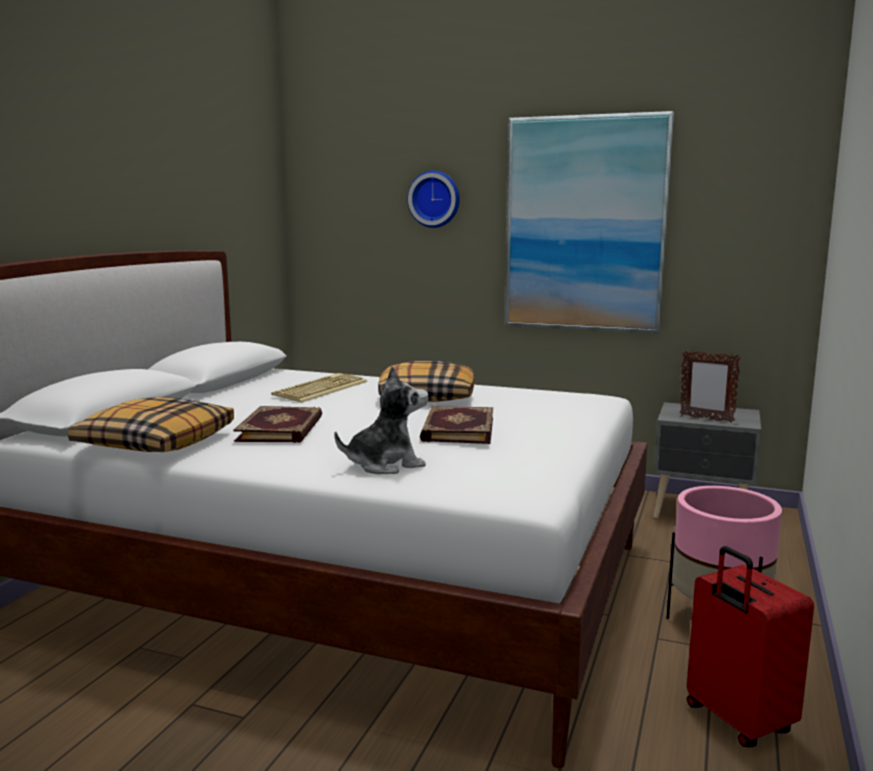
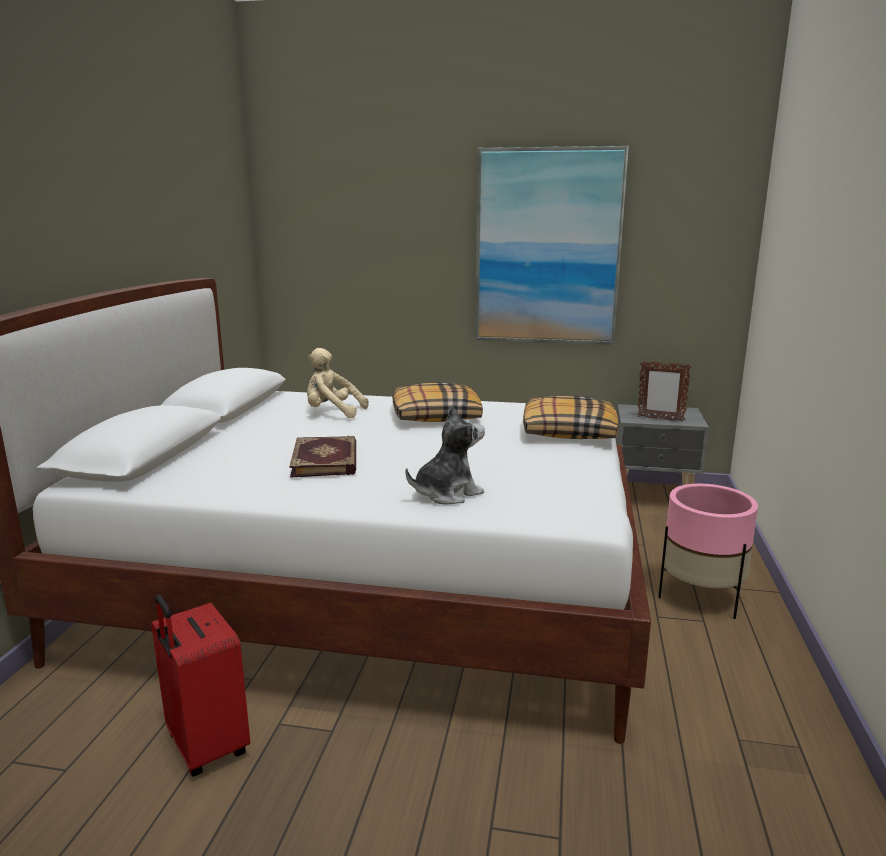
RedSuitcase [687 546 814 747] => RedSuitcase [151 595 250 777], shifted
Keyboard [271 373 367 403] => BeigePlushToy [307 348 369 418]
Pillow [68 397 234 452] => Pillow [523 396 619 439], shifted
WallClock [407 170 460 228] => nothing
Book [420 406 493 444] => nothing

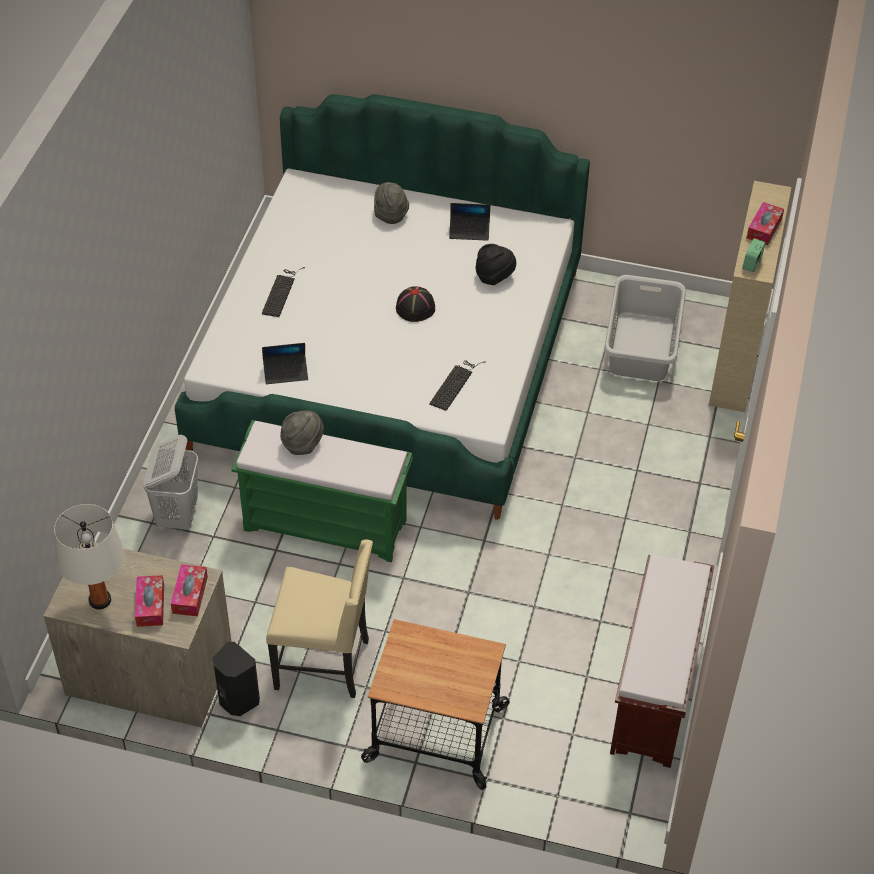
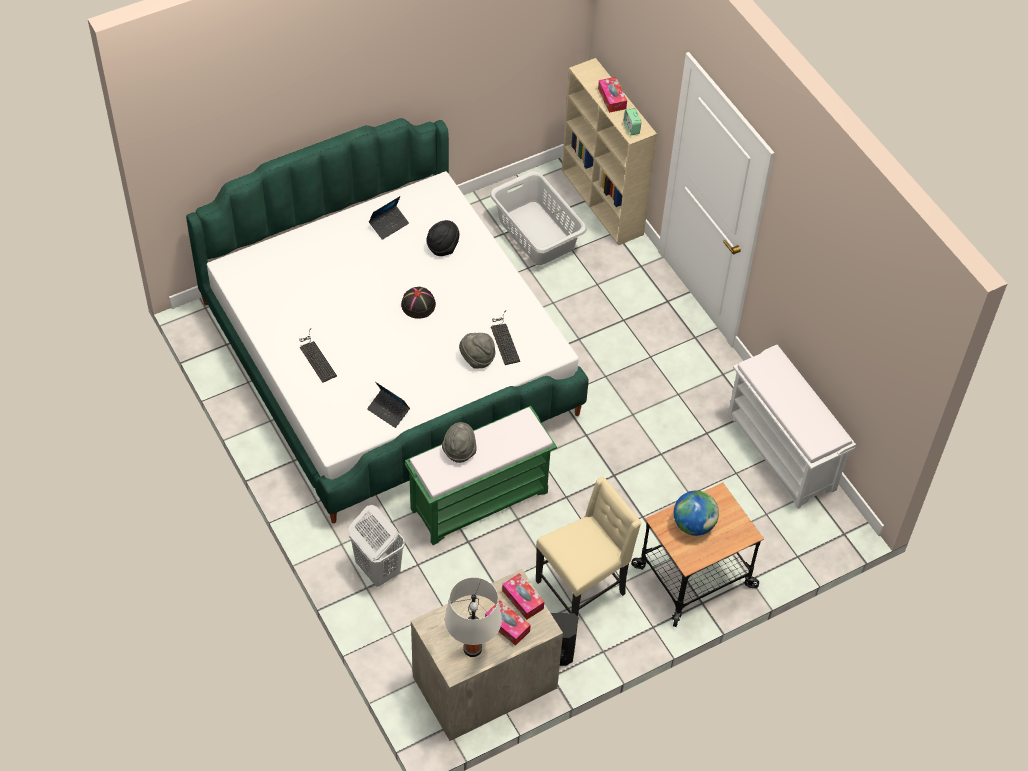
Laptop [262 343 308 384] => Laptop [367 382 410 428], 90 degrees clockwise
GreyHat [374 182 409 224] => GreyHat [459 333 495 368], shifted
nothing => Globe [674 490 719 536]
BrownBench [610 554 714 768] => WhiteBench [727 345 856 509]

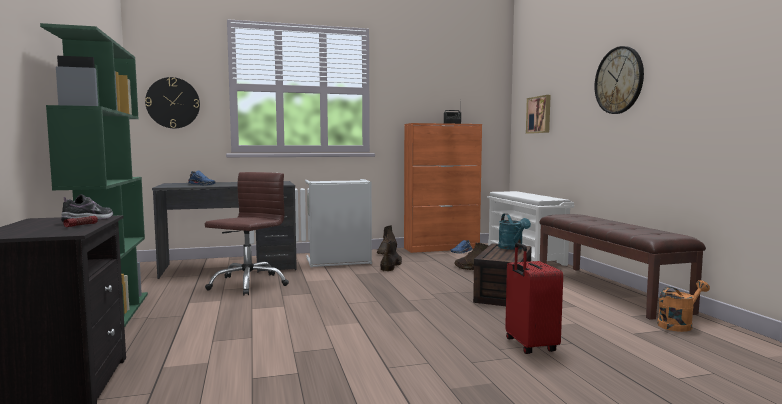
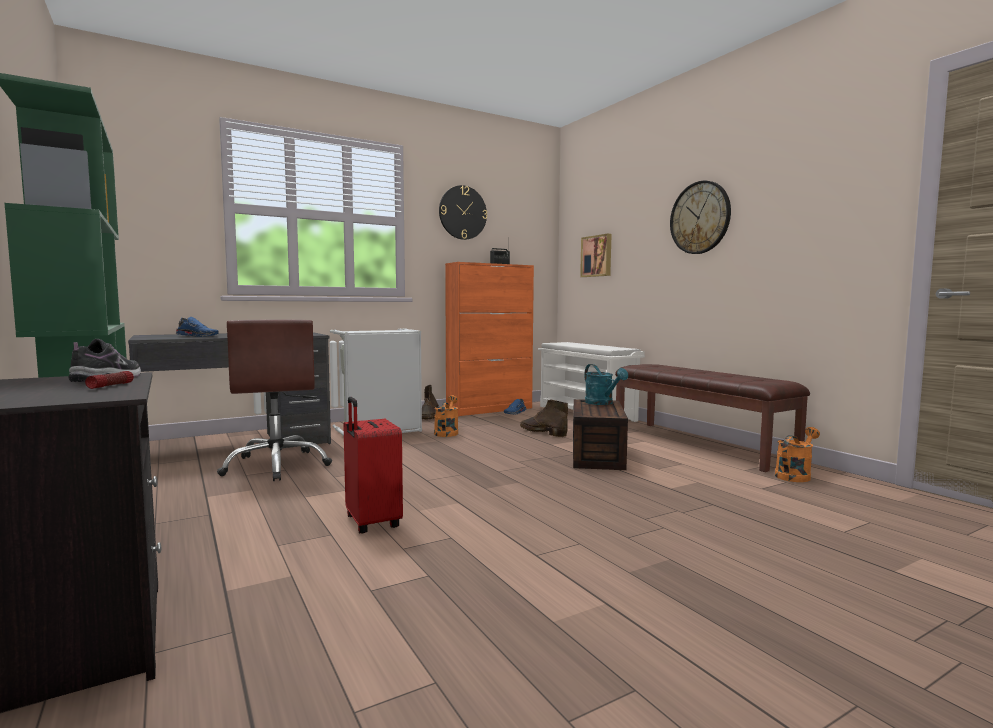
BrownOfficeChair [205 172 289 296] => BrownOfficeChair [217 320 332 481], 150 degrees clockwise
RedSuitcase [505 243 563 354] => RedSuitcase [343 397 403 534], shifted
BrownBoot [380 239 402 271] => OrangeWateringCan [434 395 458 437]
WallClock [145 77 200 129] => WallClock [439 185 487 240], shifted

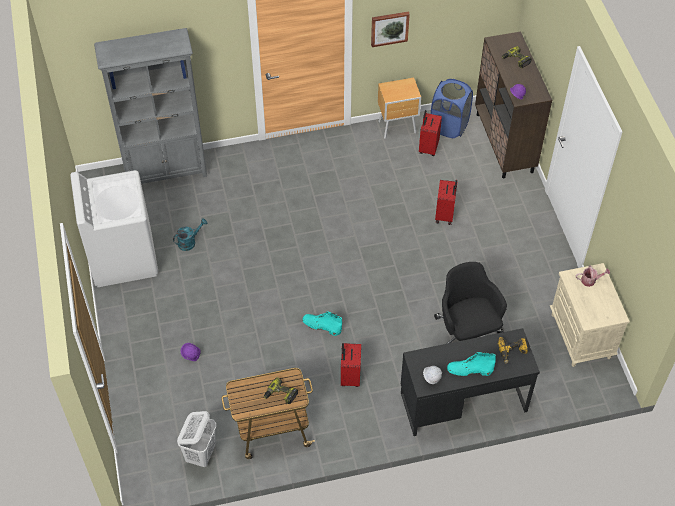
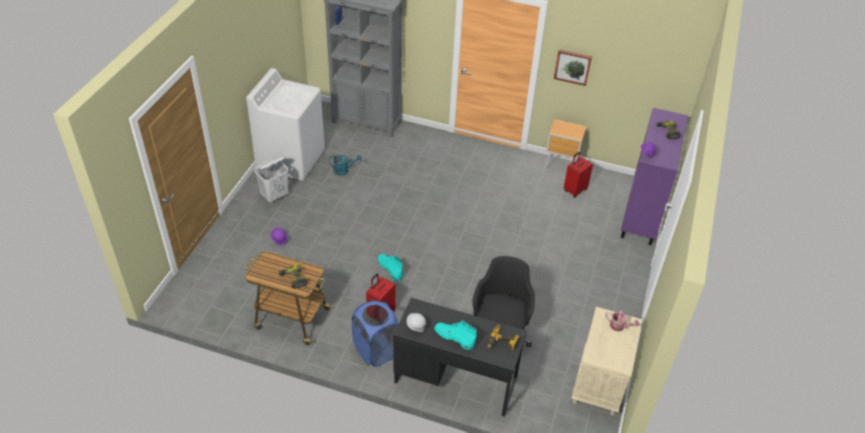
WhiteLaundryBasket [177 411 217 467] => WhiteLaundryBasket [254 156 288 203], shifted
BlueLaundryBasket [431 79 473 138] => BlueLaundryBasket [352 300 398 367], shifted
BrownCabinet [475 31 552 179] => PurpleCabinet [621 108 688 245]
RedSuitcase [435 180 457 225] => nothing

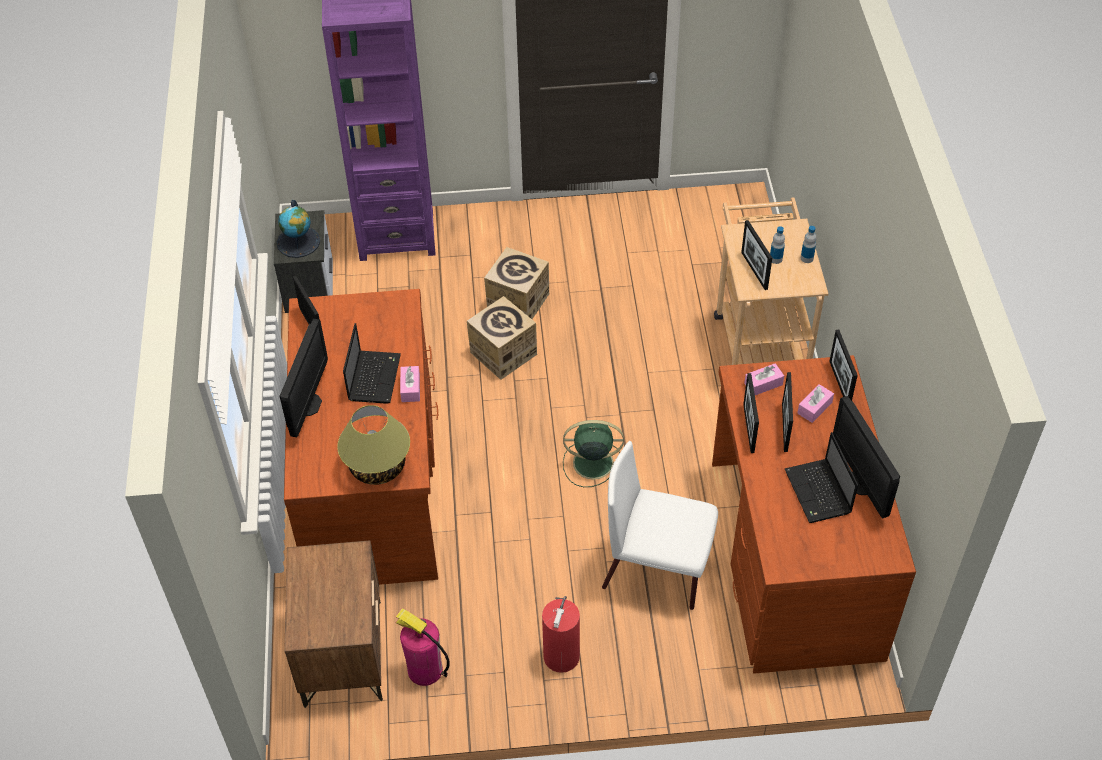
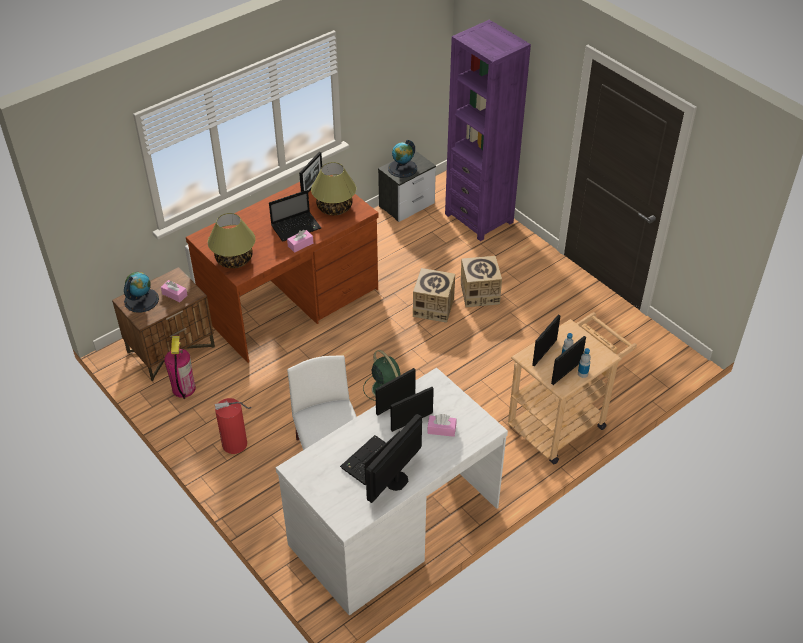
nothing => Globe [124 272 159 312]
PinkTissueBox [744 363 784 395] => PinkTissueBox [161 280 187 302], shifted
BrownDesk [712 355 916 674] => WhiteDesk [276 368 508 615]
nothing => TableLamp [311 162 356 215]
PictureFrame [829 329 858 401] => PictureFrame [551 336 586 385], shifted
Monitor [280 319 328 437] => nothing

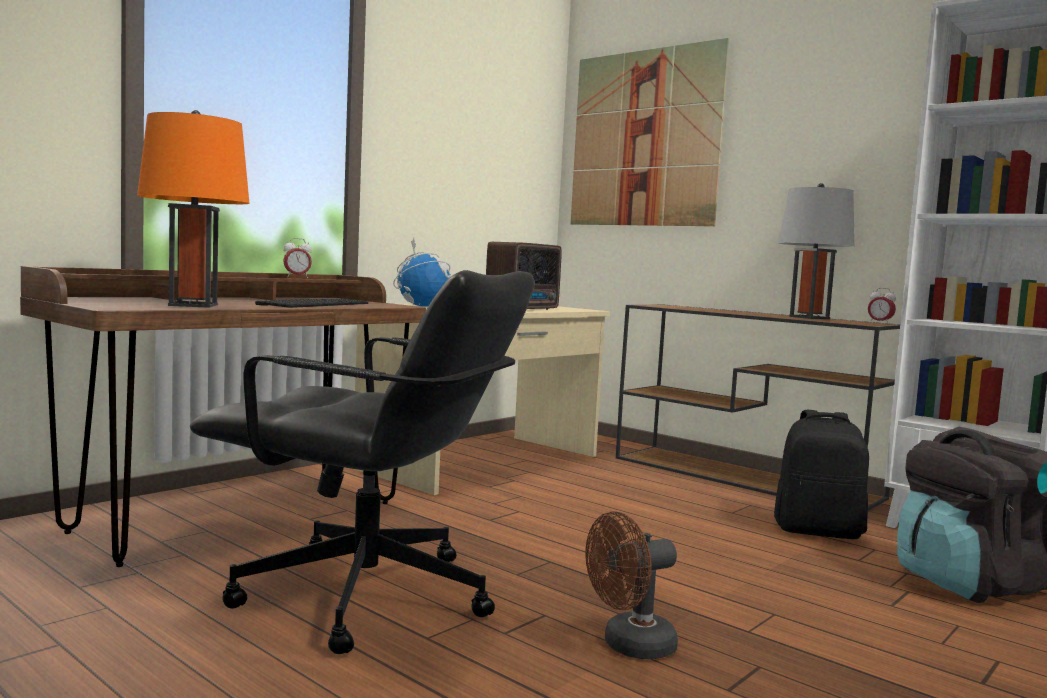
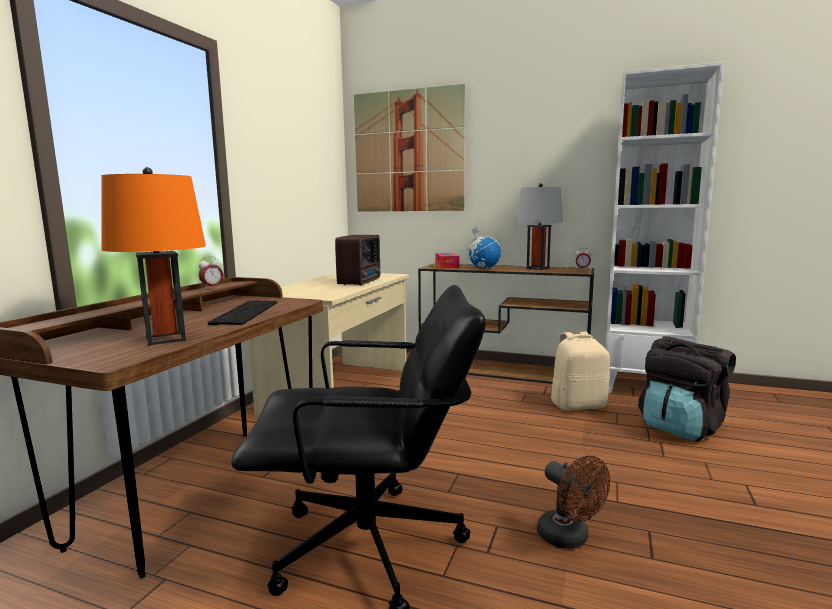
nothing => TissueBox [435 253 459 269]
Globe [393 238 451 307] => Globe [467 227 501 269], shifted
BrownFan [585 512 678 659] => BrownFan [537 455 610 549], 75 degrees counterclockwise
BlackBackpack [774 410 869 539] => BeigeBackpack [551 331 610 411]

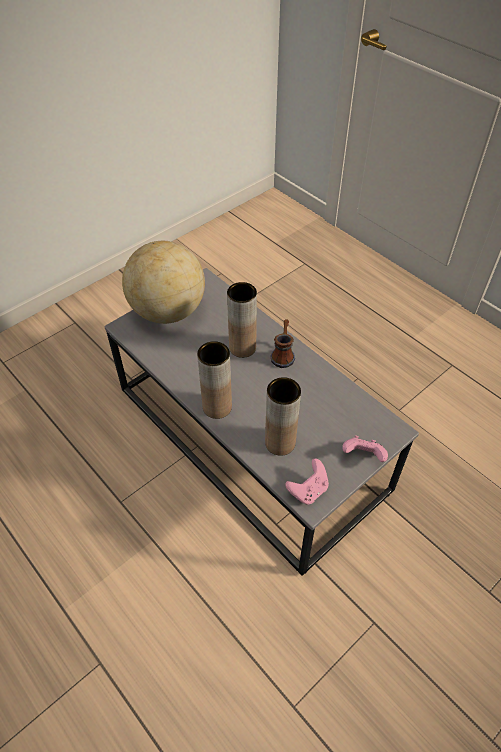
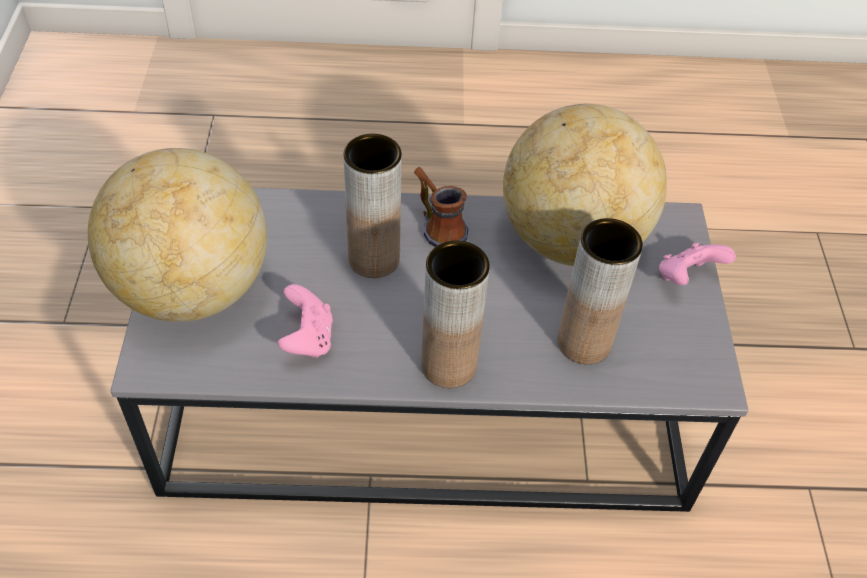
PinkGameController [285 459 329 505] => PinkGameController [278 284 333 358], shifted
nothing => Globe [503 104 667 266]

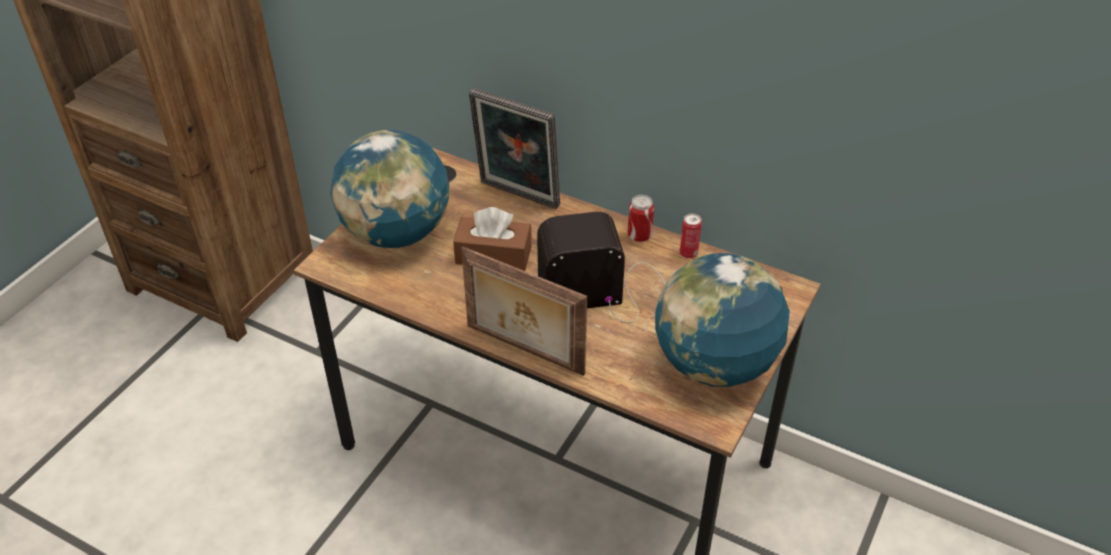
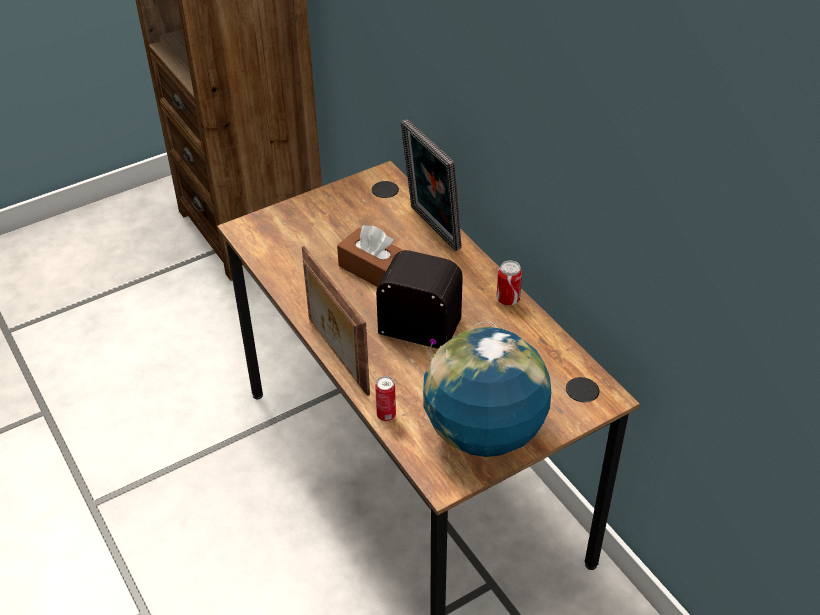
Can [680 213 702 259] => Can [375 376 396 421], shifted
Globe [330 130 449 248] => nothing

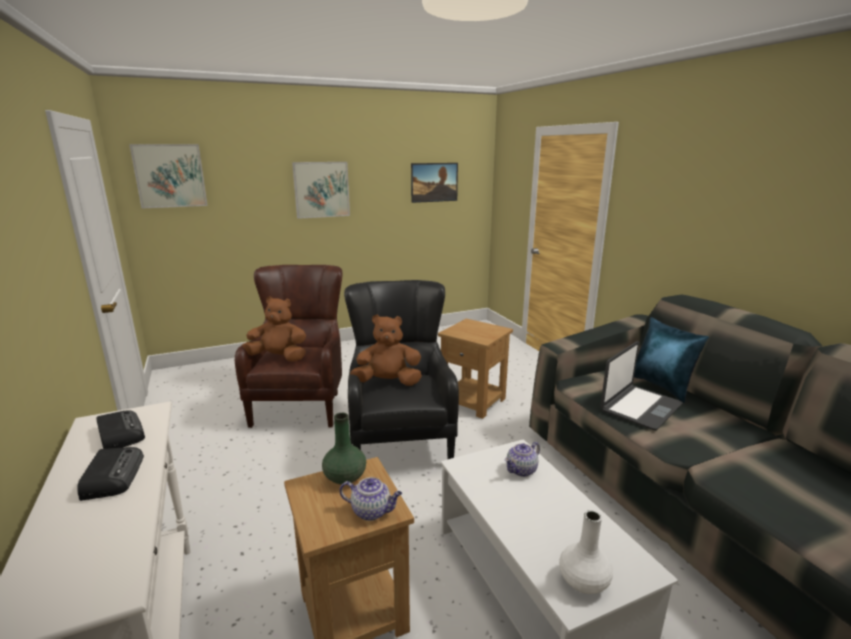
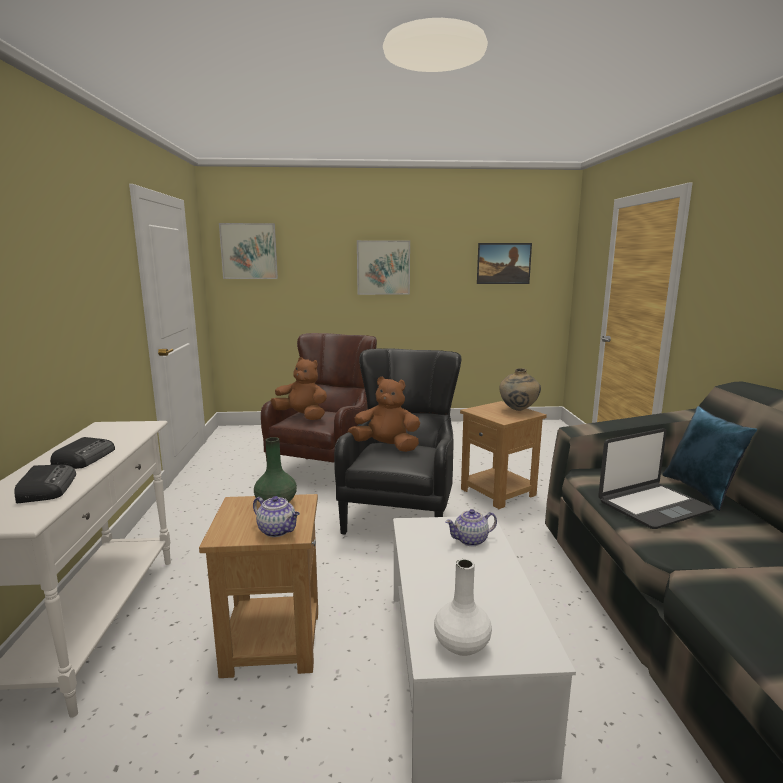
Radio [97 410 145 449] => Radio [15 465 76 504], shifted
nothing => BeigeVase [499 368 541 411]

